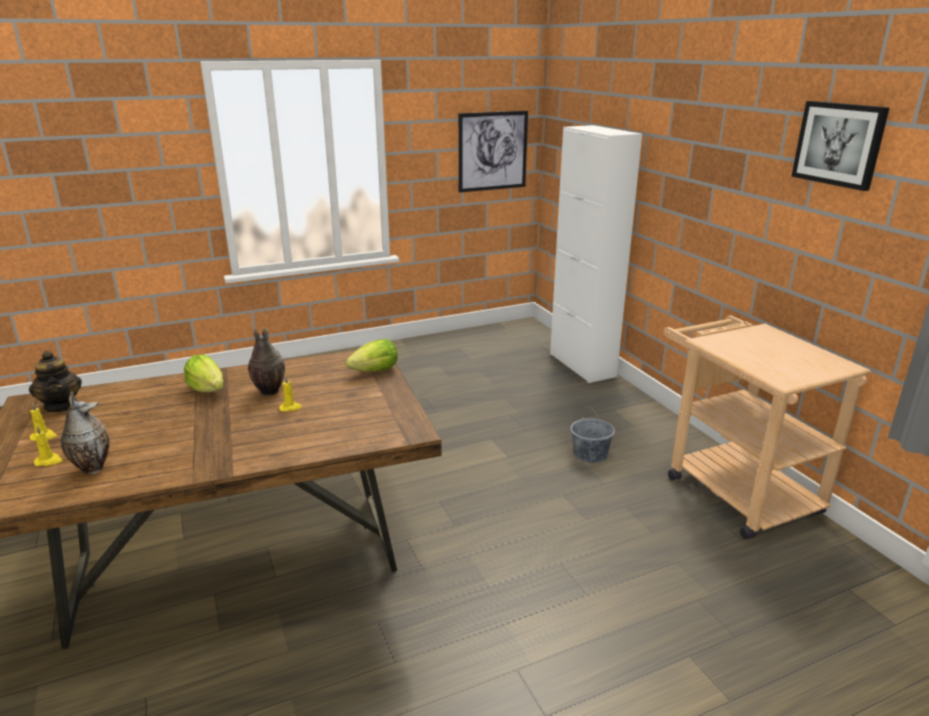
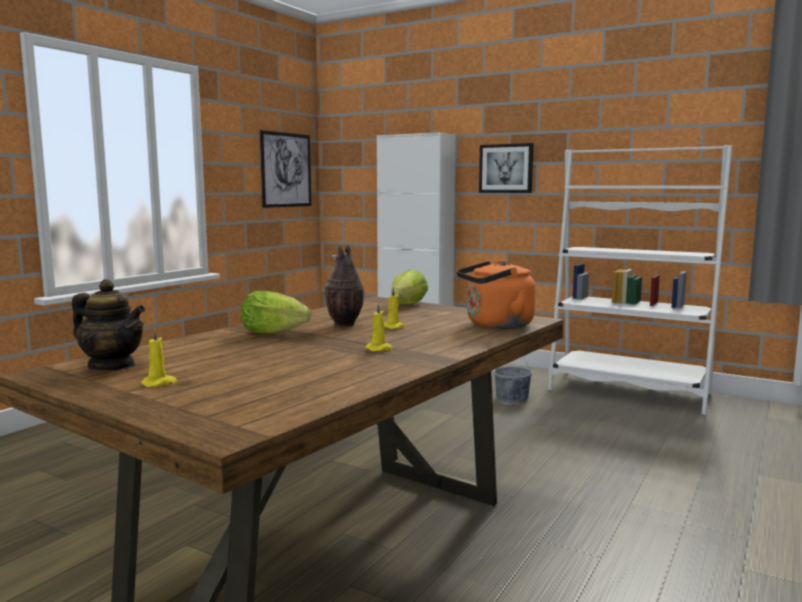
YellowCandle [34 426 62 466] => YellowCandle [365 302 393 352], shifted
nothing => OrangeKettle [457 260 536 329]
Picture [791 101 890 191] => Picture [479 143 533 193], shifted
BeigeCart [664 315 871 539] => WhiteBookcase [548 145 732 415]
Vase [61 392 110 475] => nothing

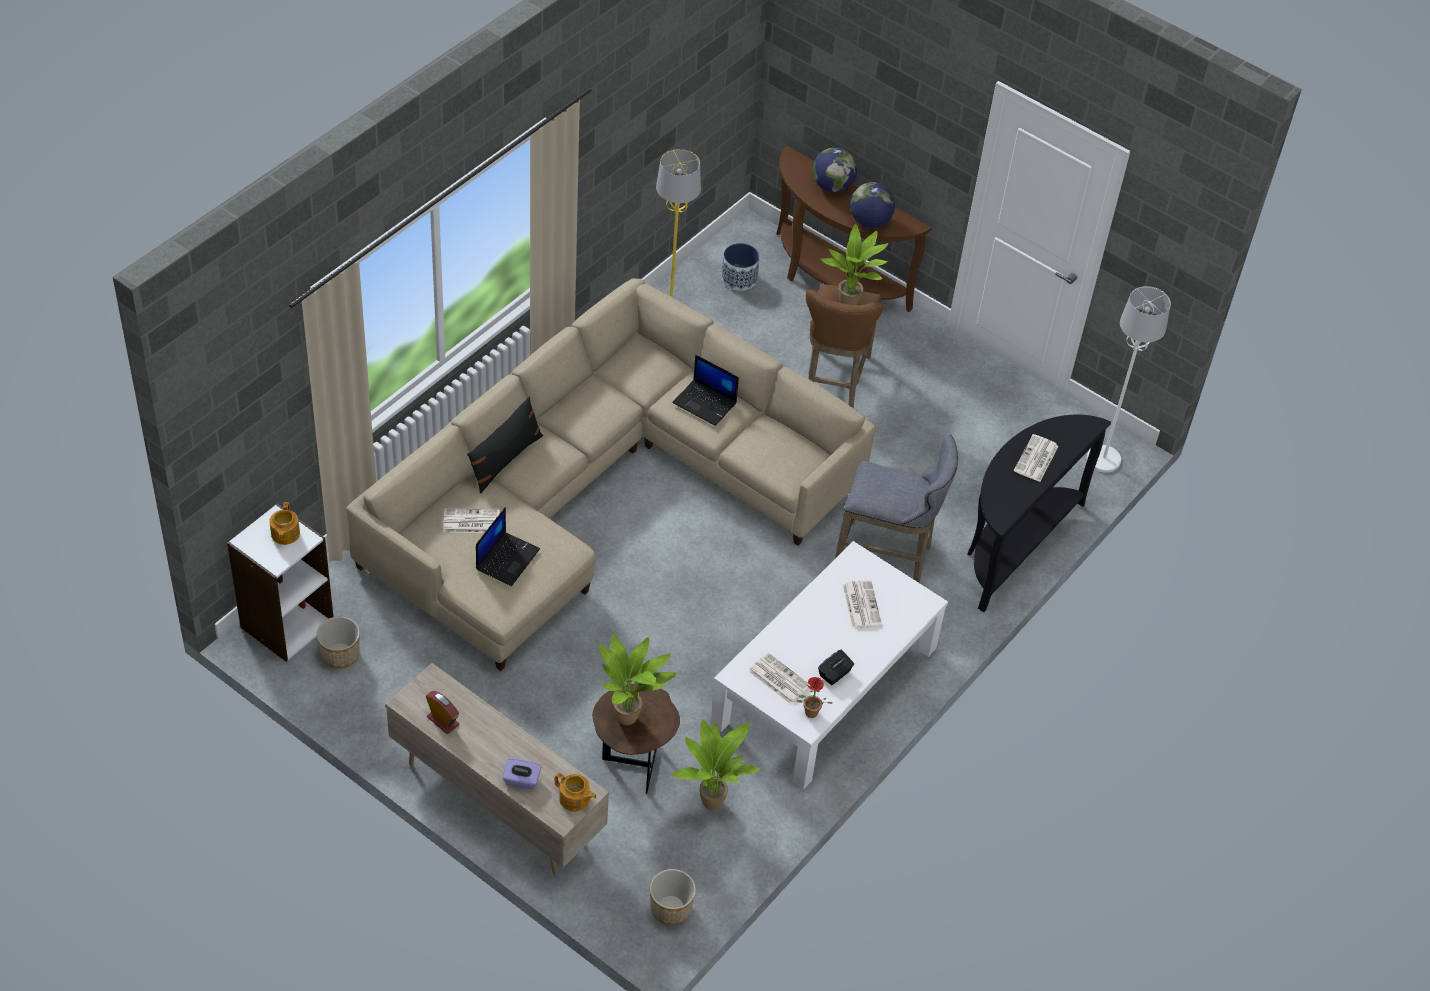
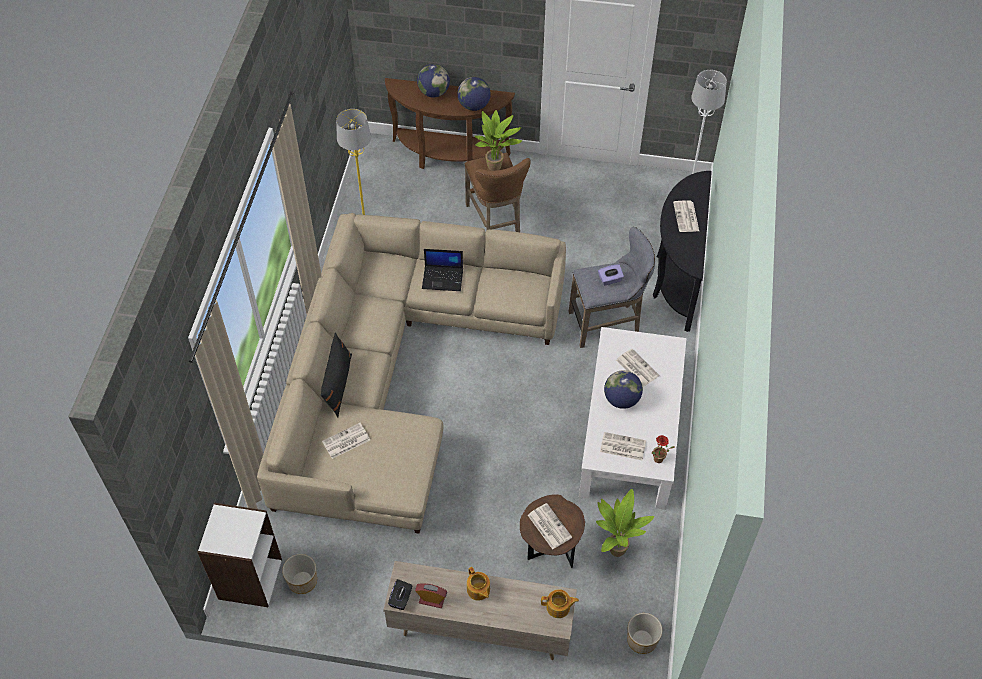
BlackTissueBox [818 650 854 685] => BlackTissueBox [388 579 412 610], shifted
Teapot [269 502 300 545] => Teapot [467 567 490 601], shifted
PottedPlant [599 634 677 725] => Newspaper [528 503 572 549]
PurpleTissueBox [503 759 541 789] => PurpleTissueBox [598 265 624 286], shifted
nothing => Globe [604 370 643 409]
Laptop [476 507 540 586] => nothing
Planter [722 243 760 291] => nothing

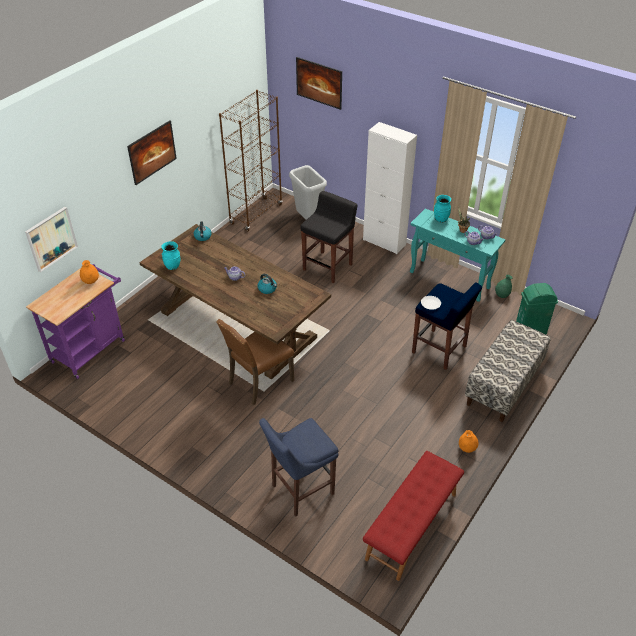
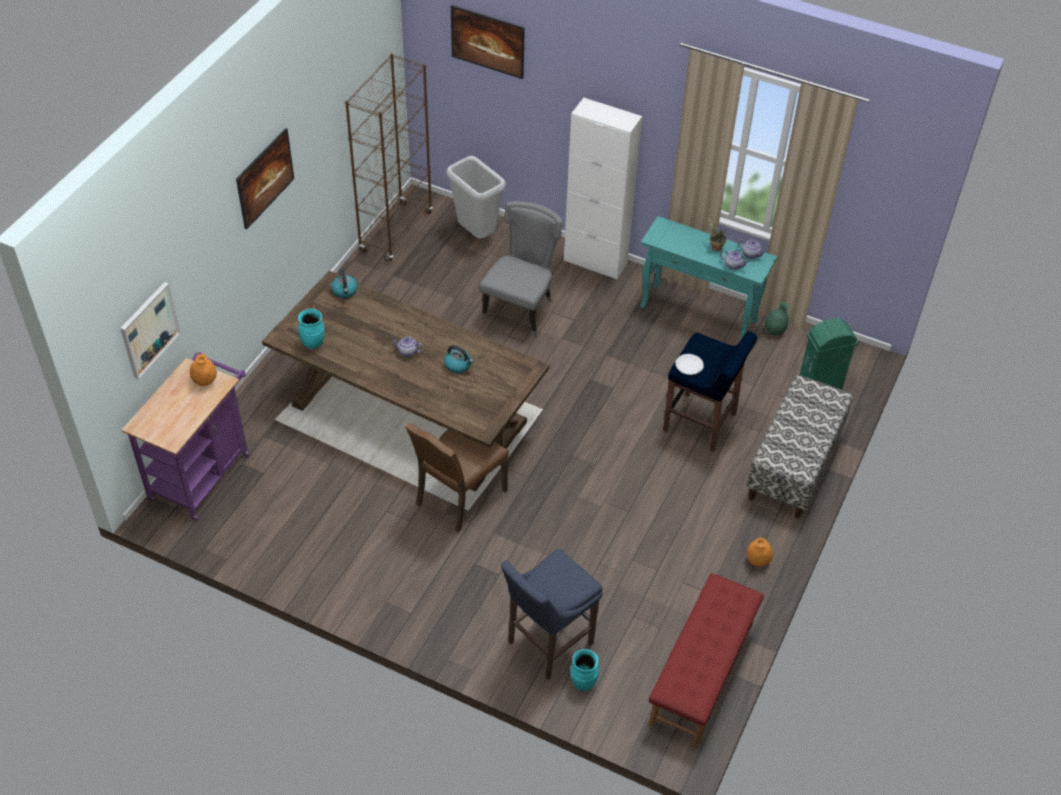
BlackStool [300 191 358 283] => GreyChair [479 201 562 338]
TurquoiseVase [434 195 451 222] => TurquoiseVase [570 649 599 691], shifted

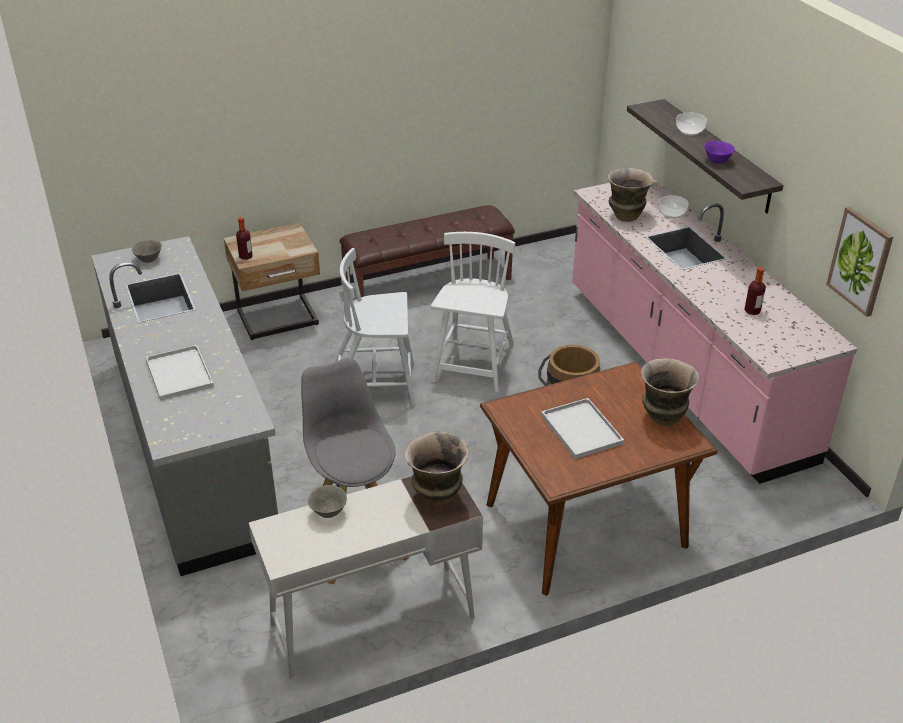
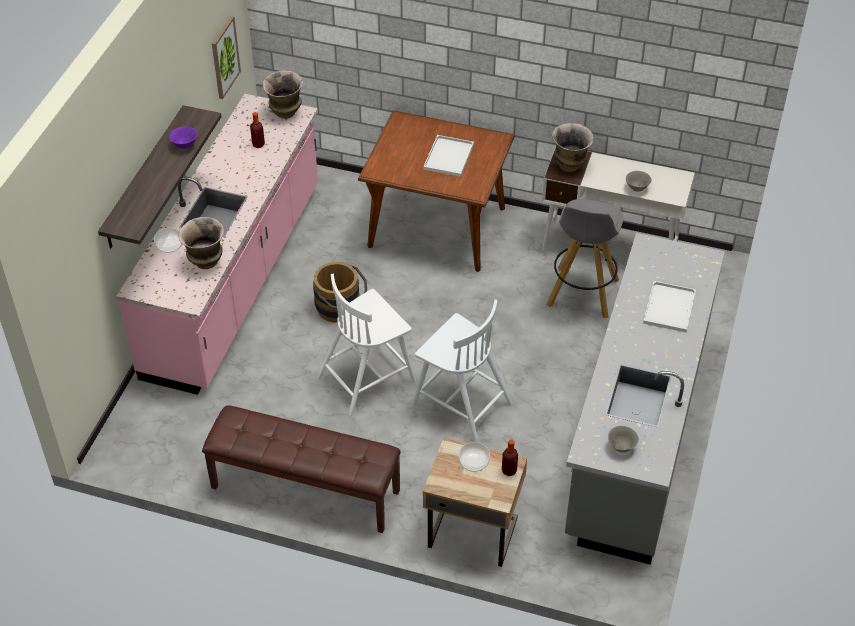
Vase [641 358 700 426] => Vase [263 70 303 119], shifted
Bowl [676 112 707 135] => Bowl [459 442 490 472], shifted

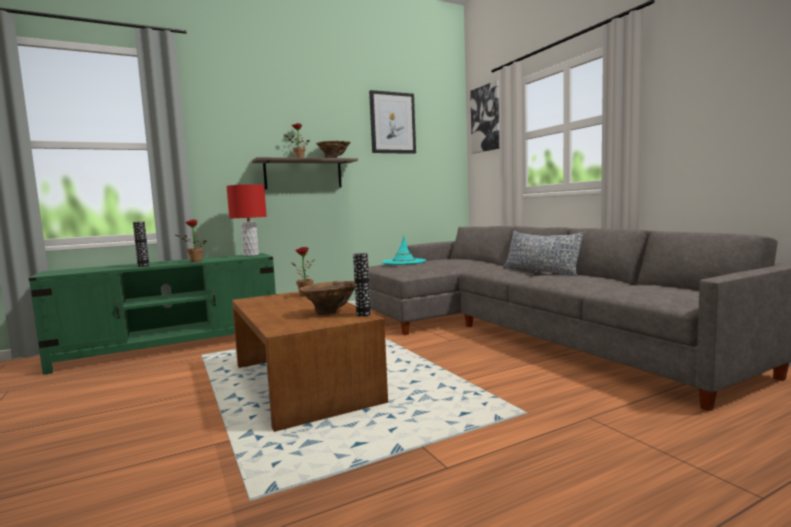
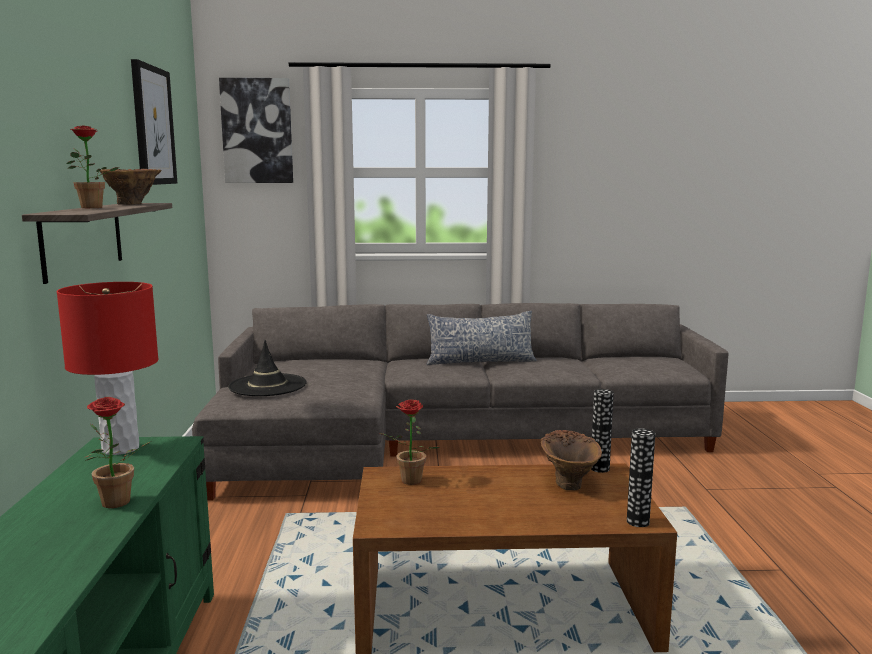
TurquoiseHat [382 235 426 265] => BlackHat [228 340 307 396]
Vase [133 222 149 267] => Vase [627 428 655 527], shifted

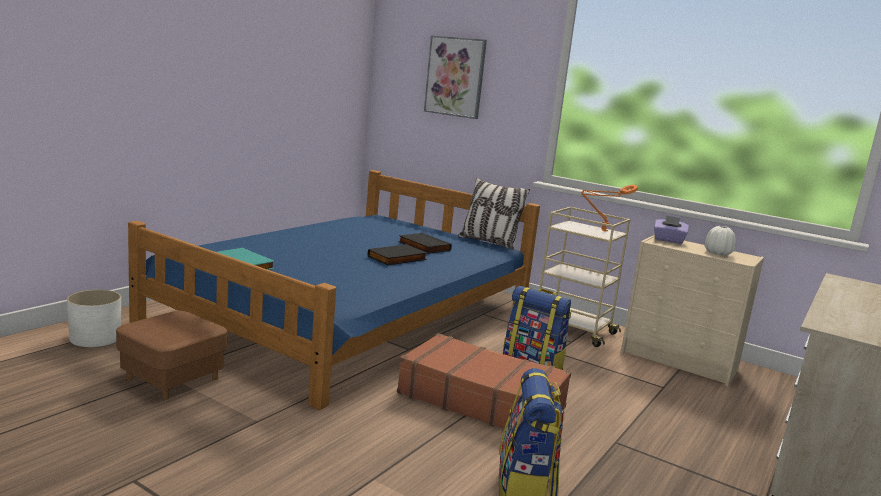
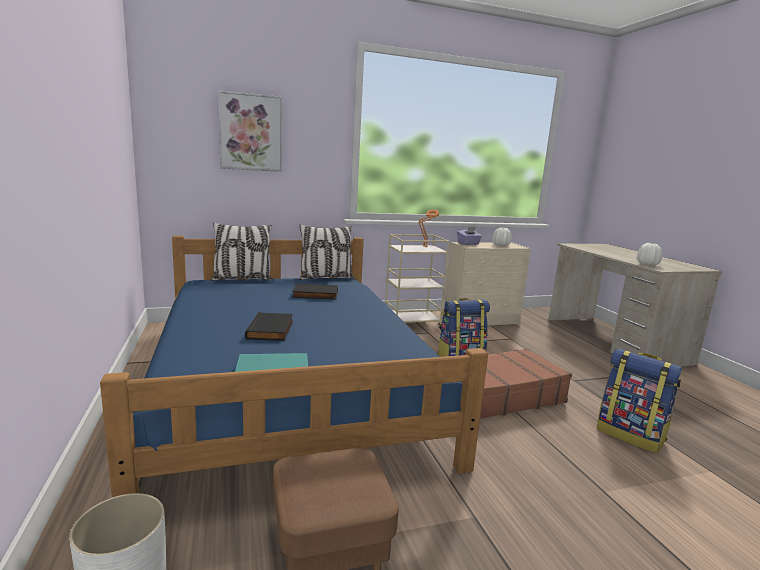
nothing => Pillow [211 222 272 281]
BlackBook [368 244 427 265] => BlackBook [245 312 293 341], shifted
nothing => WhiteVase [637 243 662 265]

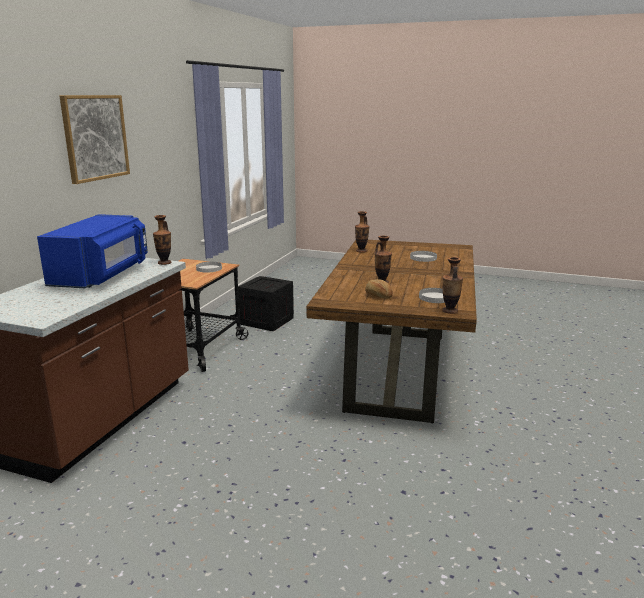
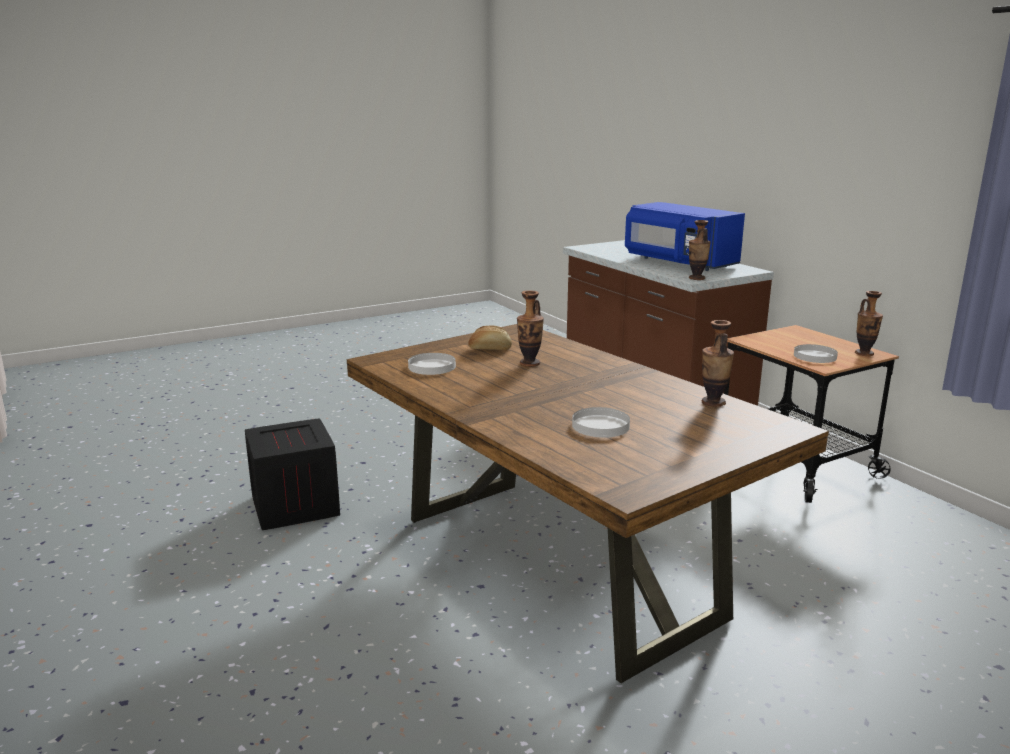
Crate [238 276 294 331] => Crate [245 418 340 530], shifted
Vase [442 257 463 314] => Vase [855 291 883 356], shifted
Picture [60 95 130 184] => nothing

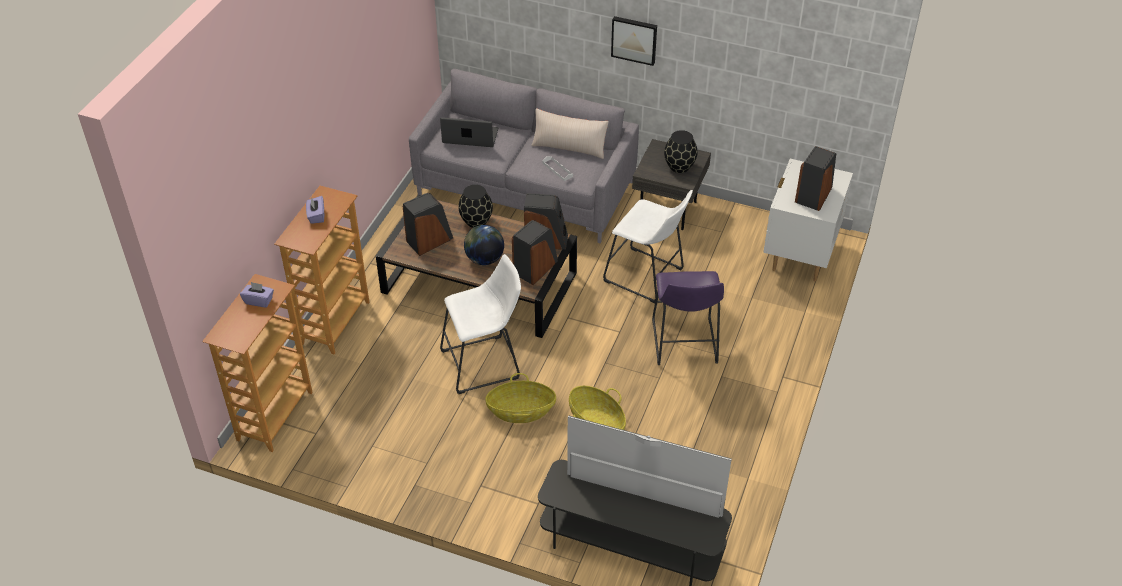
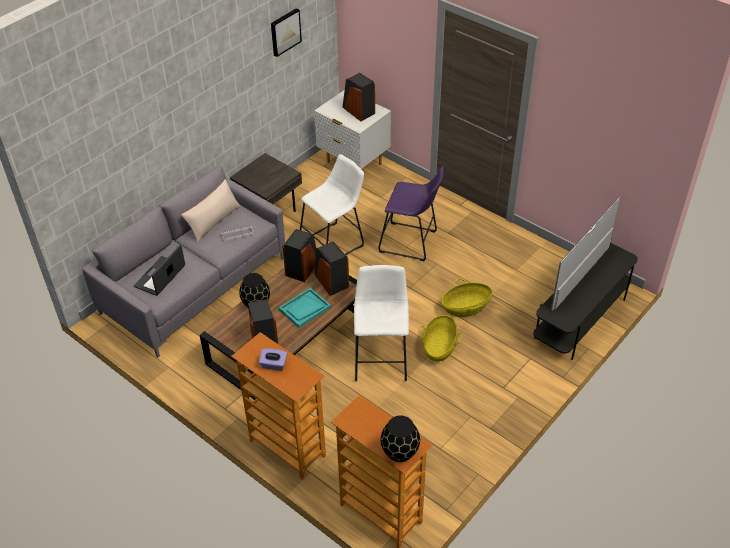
Picture [611 16 657 66] => Picture [271 8 302 57], shifted
Globe [464 225 504 265] => TurquoiseTray [279 288 331 328]
BlackVase [664 130 698 173] => BlackVase [381 415 420 462], shifted
PurpleTissueBox [240 282 274 308] => nothing

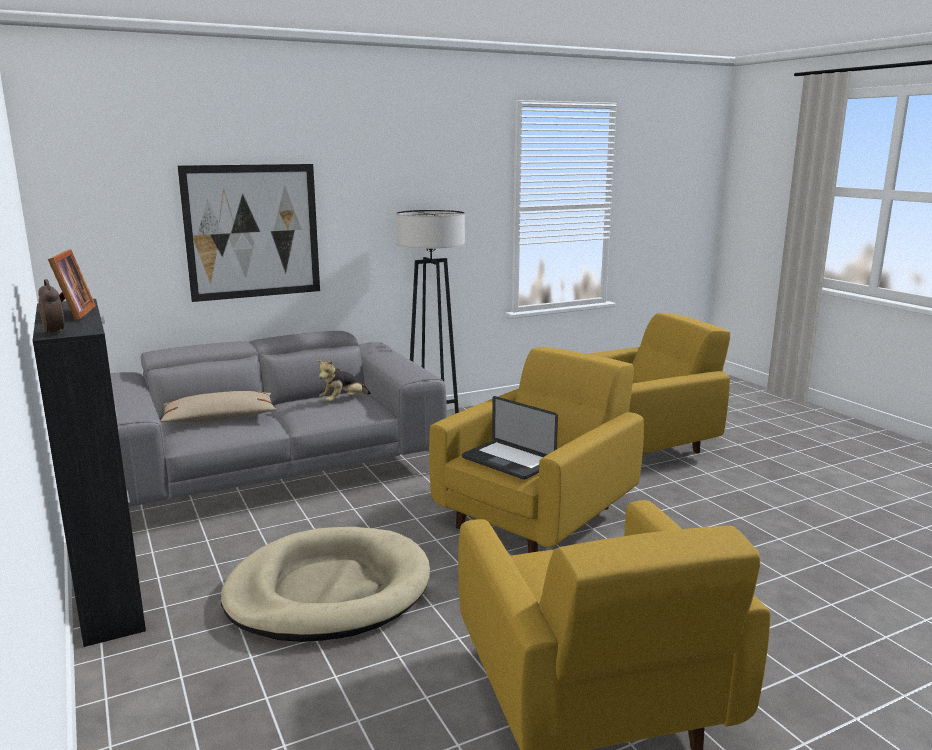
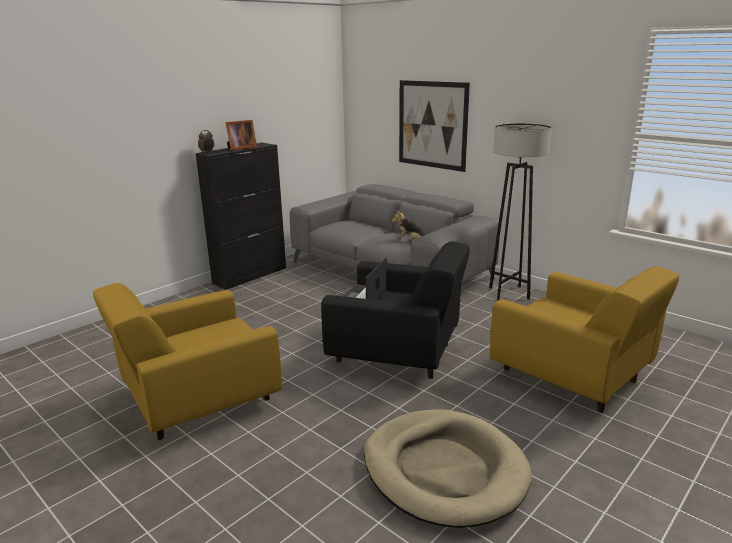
YellowArmchair [429 347 644 553] => BlackArmchair [321 241 470 379]
BeigeDogBed [221 527 430 642] => BeigeDogBed [364 410 532 528], shifted
BeigePillow [160 391 277 422] => nothing

